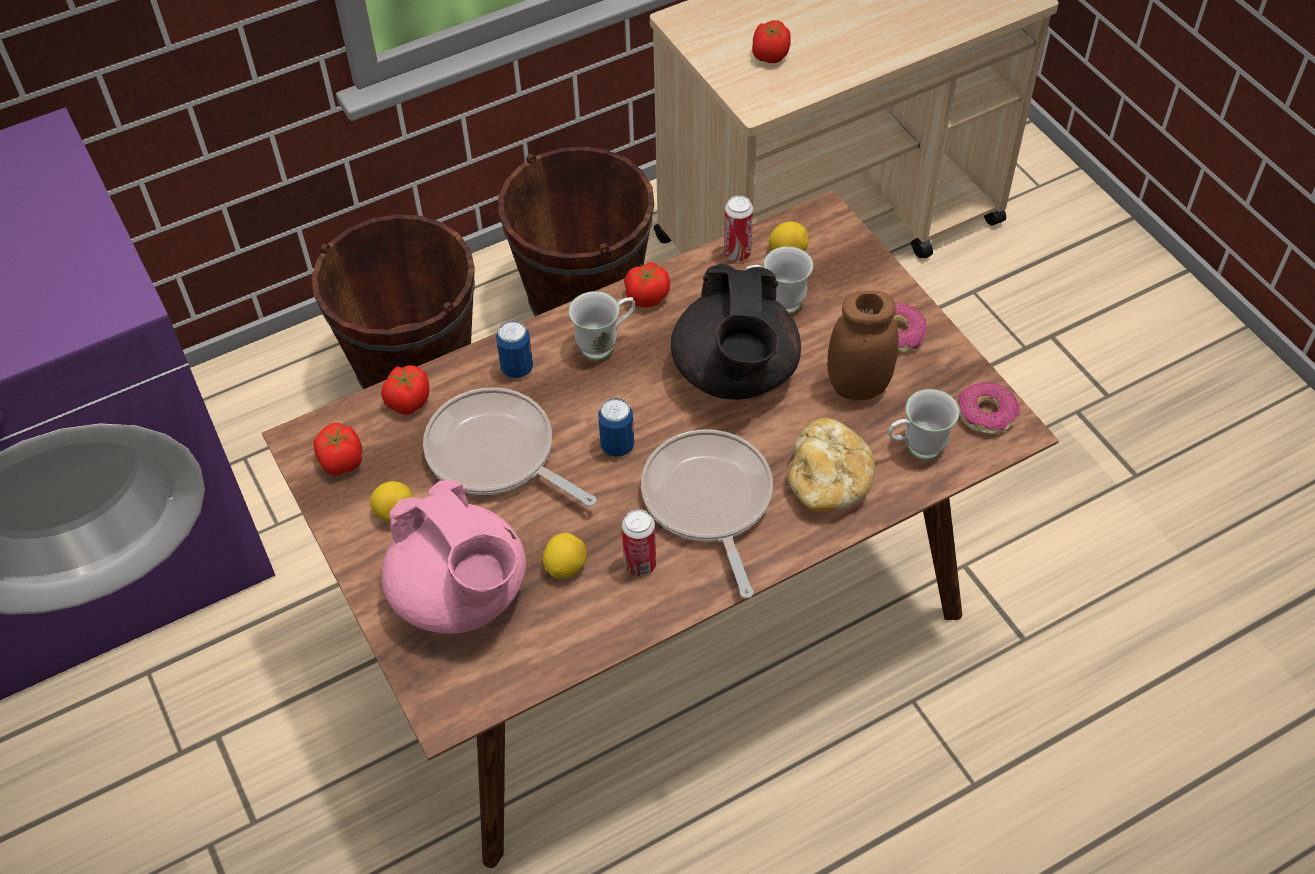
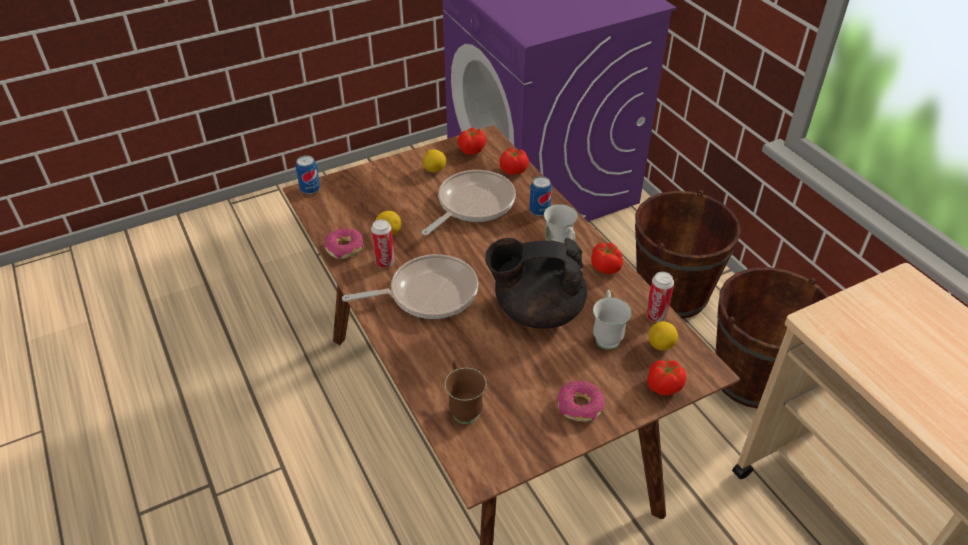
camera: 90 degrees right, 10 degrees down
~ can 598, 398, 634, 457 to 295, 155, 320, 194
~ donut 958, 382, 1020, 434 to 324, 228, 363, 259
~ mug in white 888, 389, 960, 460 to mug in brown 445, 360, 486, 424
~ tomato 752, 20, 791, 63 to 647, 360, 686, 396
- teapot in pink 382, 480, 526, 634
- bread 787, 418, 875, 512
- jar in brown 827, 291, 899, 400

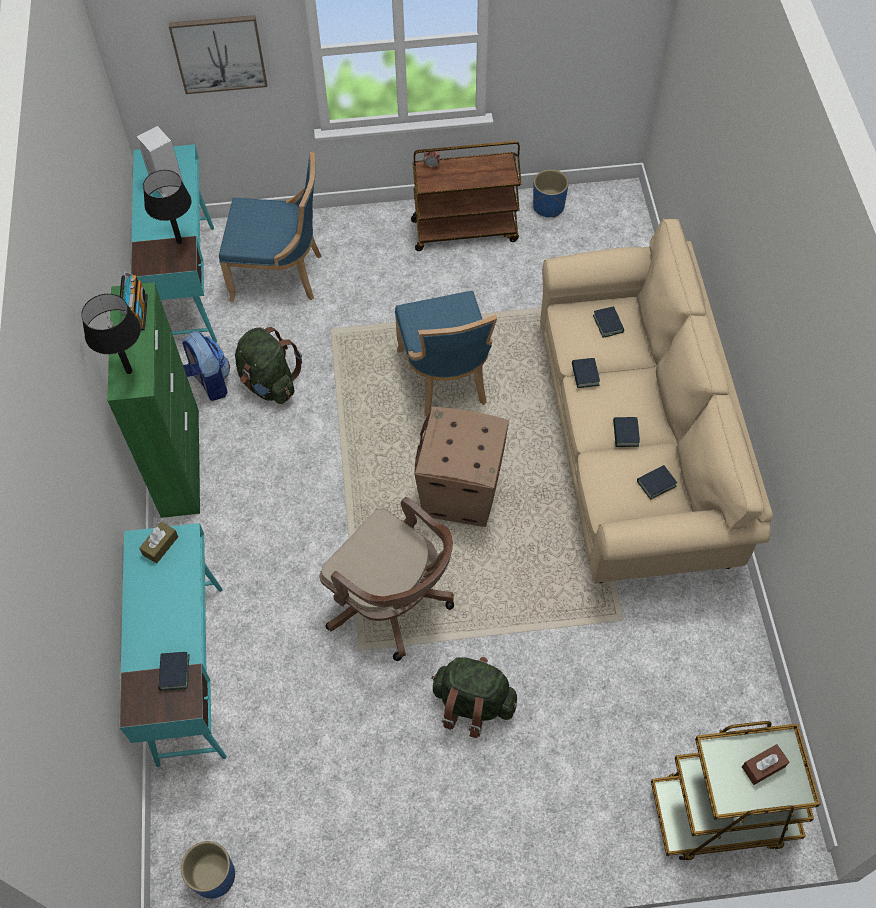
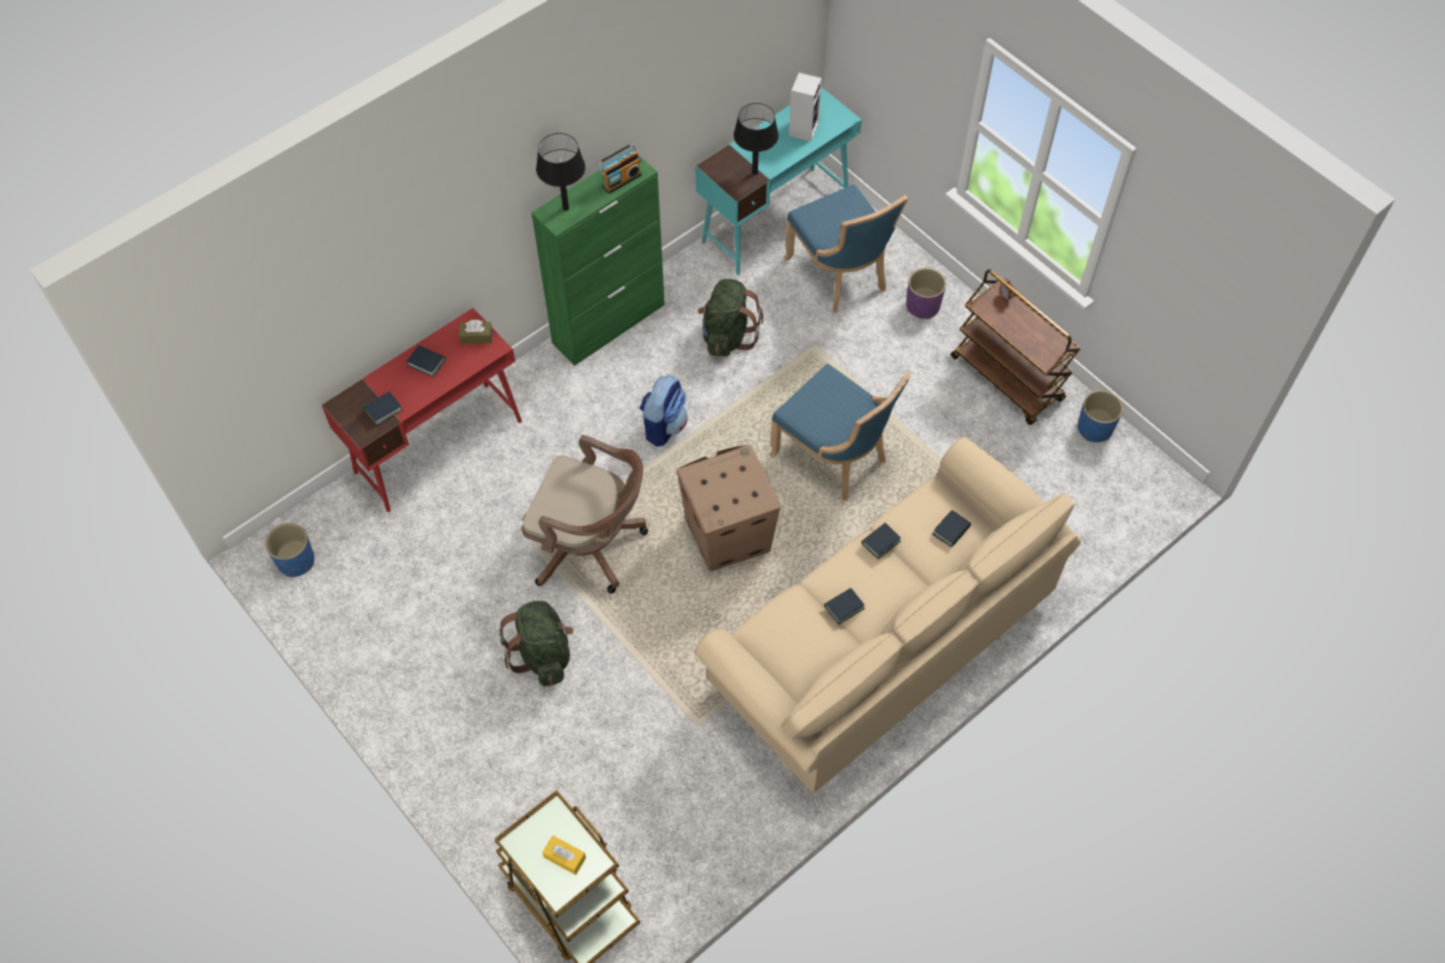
camera: 55 degrees right, 0 degrees up
~ desk in turquoise 119, 523, 227, 767 to desk in red 322, 308, 522, 512
~ book 637, 465, 677, 500 to 407, 345, 445, 377
~ office chair in brown 320, 497, 454, 661 = 522, 435, 648, 593 75 degrees counterclockwise
~ tissue box in brown 742, 744, 789, 785 to tissue box in yellow 542, 835, 586, 875
~ backpack 182, 331, 230, 401 to 639, 375, 688, 447
~ chair in blue 395, 291, 497, 416 = 769, 364, 911, 501 90 degrees counterclockwise
+ planter in purple 906, 268, 946, 319
- picture 169, 15, 267, 94

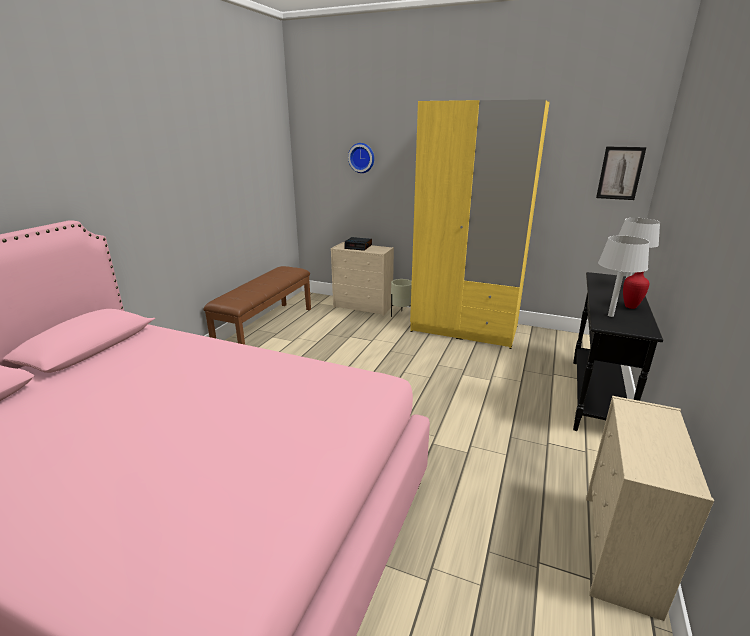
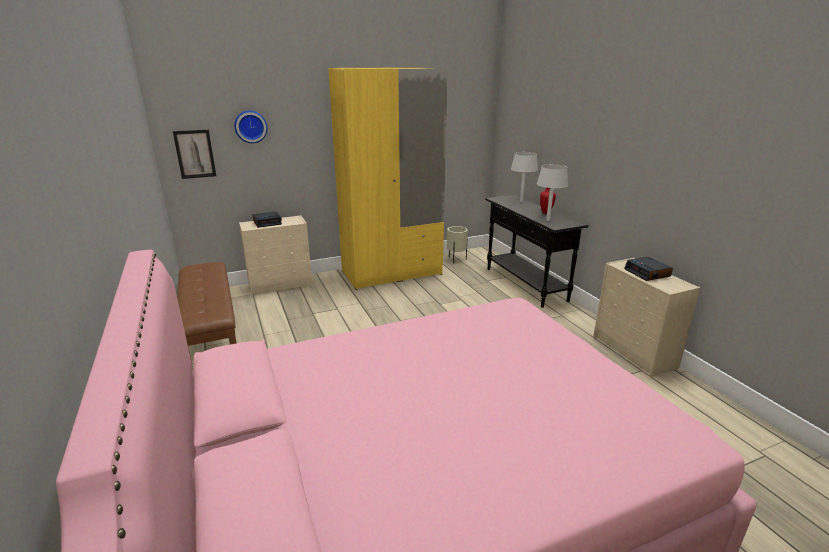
camera: 45 degrees left, 0 degrees up
~ picture 596, 146, 646, 200 to 173, 130, 216, 179
~ planter in beige 391, 279, 412, 317 to 447, 226, 467, 263
+ alarm clock 624, 257, 673, 281

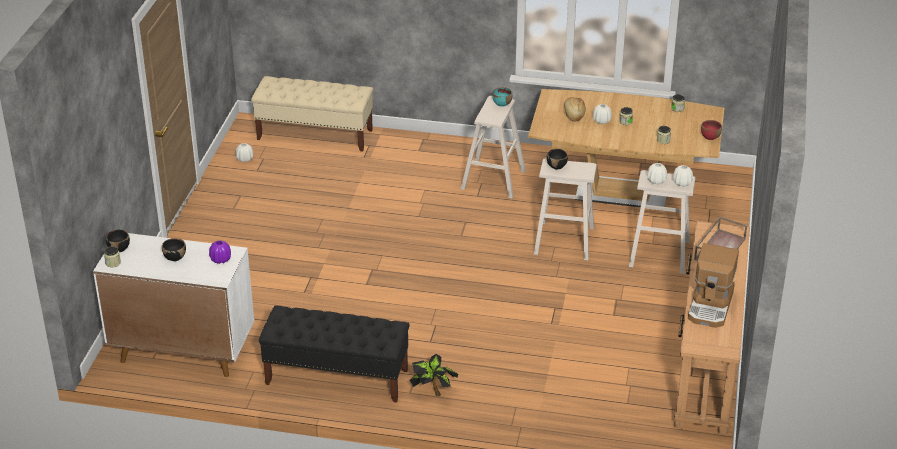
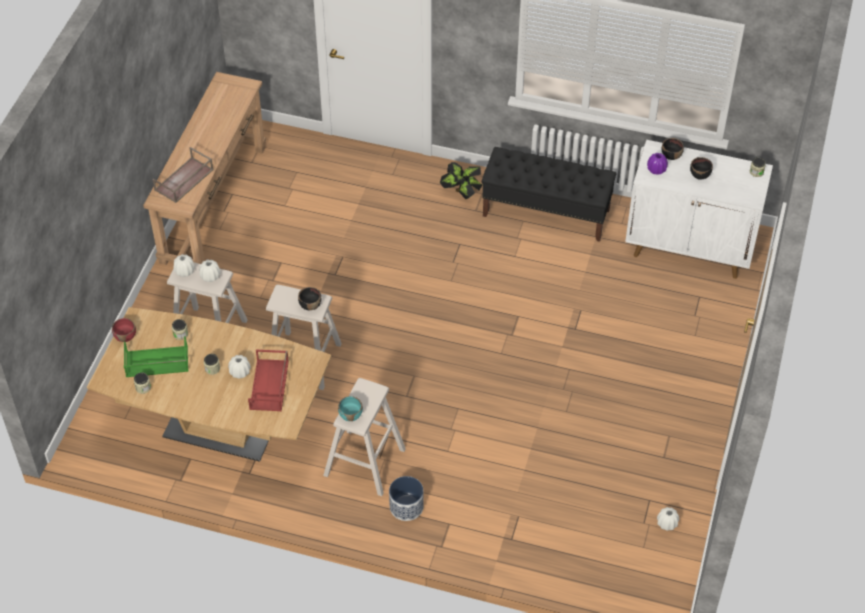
camera: 175 degrees left, 15 degrees up
+ tray in green 124, 336, 189, 377
~ bread 564, 97, 586, 121 to tray in red 248, 350, 289, 412
+ planter 389, 476, 424, 521
~ bowl in black 106, 229, 130, 252 to 662, 138, 684, 160
- bench in beige 251, 76, 373, 152
- coffee machine 688, 243, 739, 328

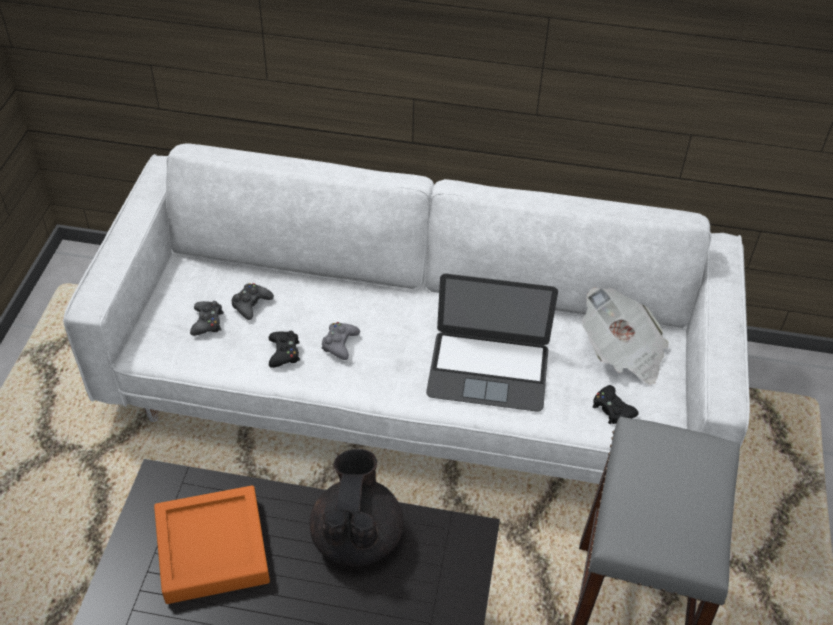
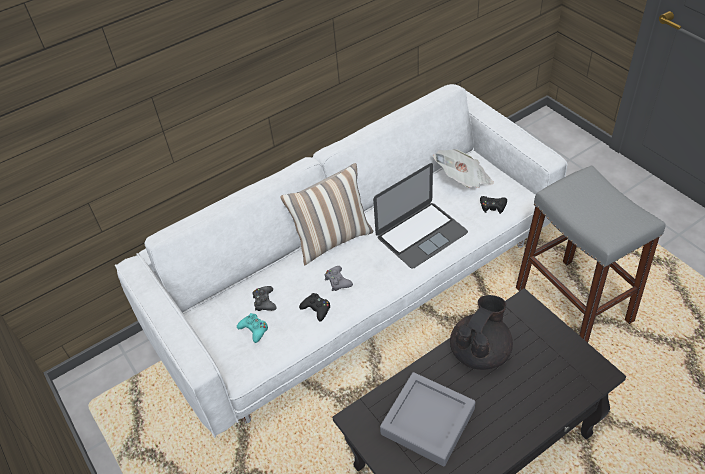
camera: 40 degrees left, 0 degrees up
~ game controller in black 190, 301, 224, 336 to game controller in turquoise 237, 313, 268, 343
+ pillow 280, 163, 373, 265
~ tray in orange 154, 486, 270, 604 to tray in grey 380, 372, 476, 466
~ teapot in black 310, 449, 404, 567 = 450, 295, 513, 370 75 degrees clockwise

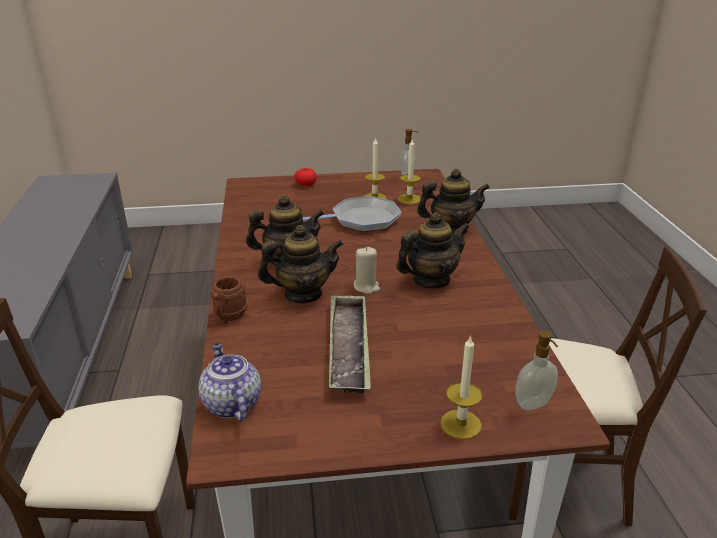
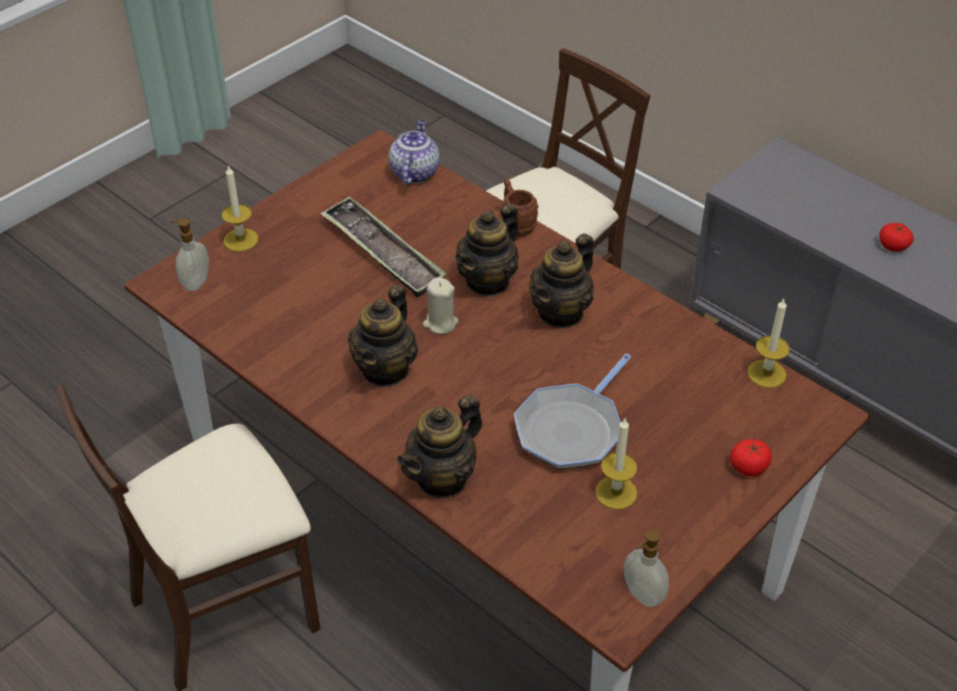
camera: 140 degrees right, 15 degrees up
~ teapot 198, 343, 261, 421 = 389, 120, 440, 185 105 degrees counterclockwise
~ candle 398, 139, 421, 204 to 747, 299, 790, 388
+ tomato 879, 223, 914, 252

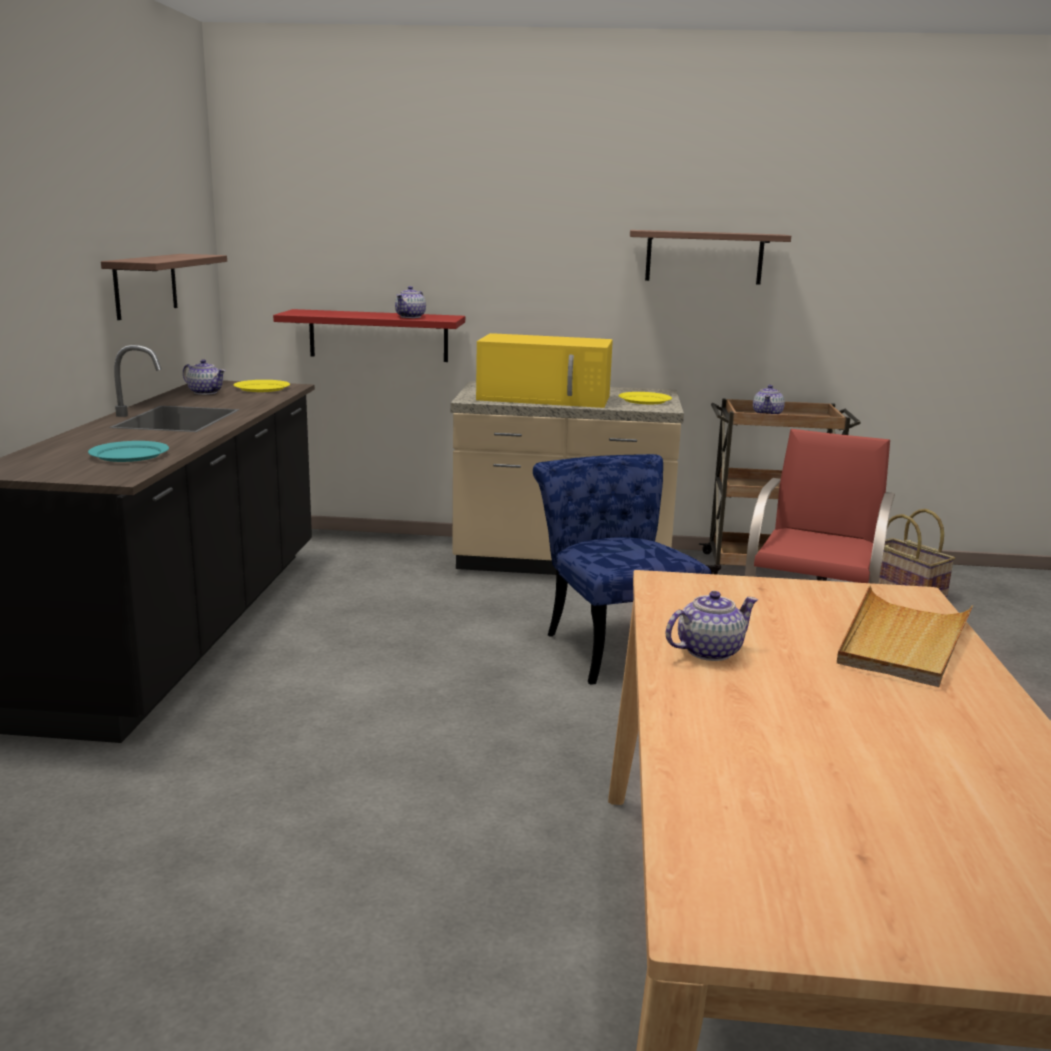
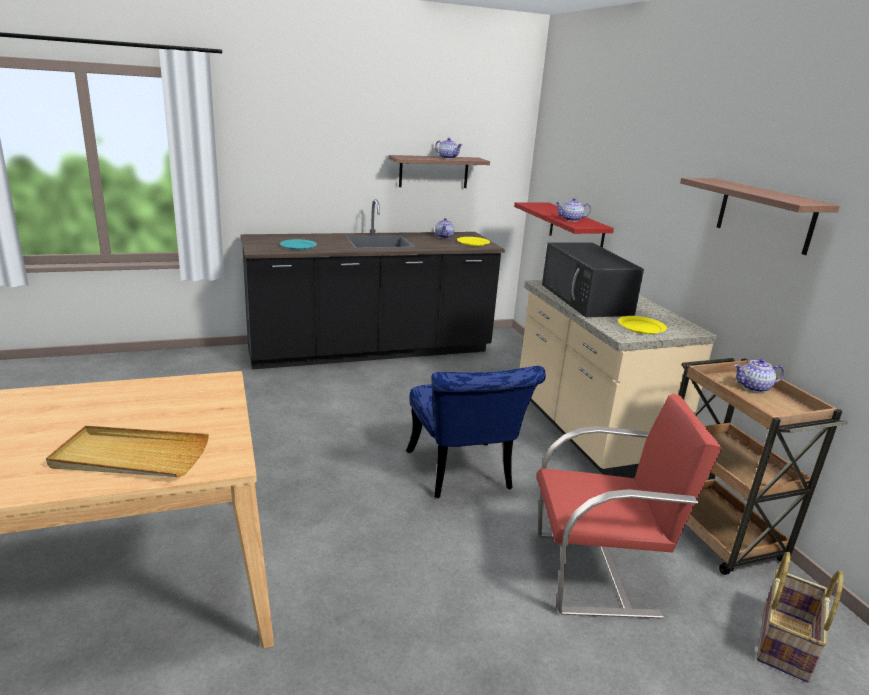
camera: 65 degrees right, 5 degrees up
~ chair in blue 533, 454, 711, 685 = 406, 366, 546, 498 120 degrees clockwise
~ teapot 665, 591, 758, 661 to 435, 138, 462, 159
~ microwave in yellow 476, 333, 613, 408 to microwave in black 542, 242, 644, 317

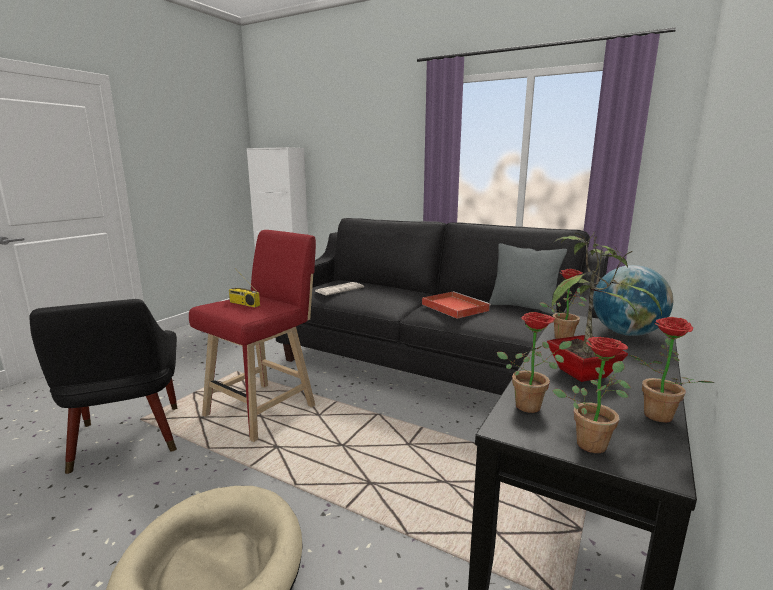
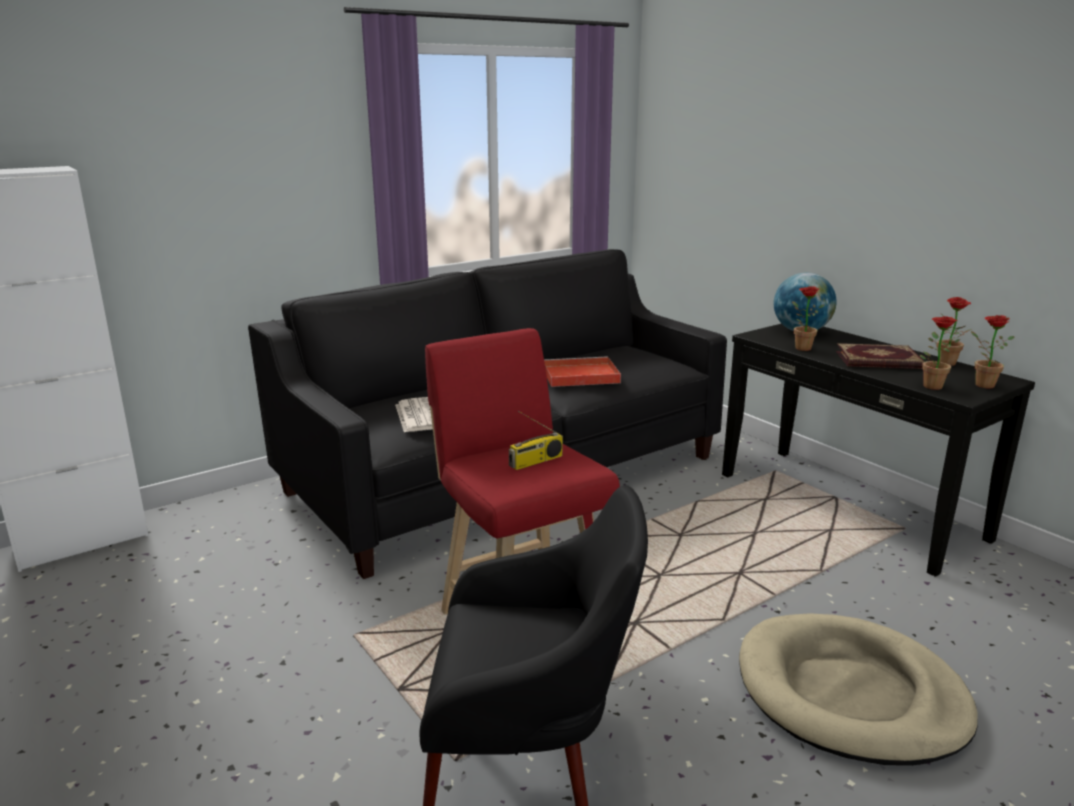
camera: 65 degrees left, 5 degrees up
~ potted plant 547, 231, 662, 382 to book 836, 343, 924, 369
- pillow in grey 489, 243, 567, 314

